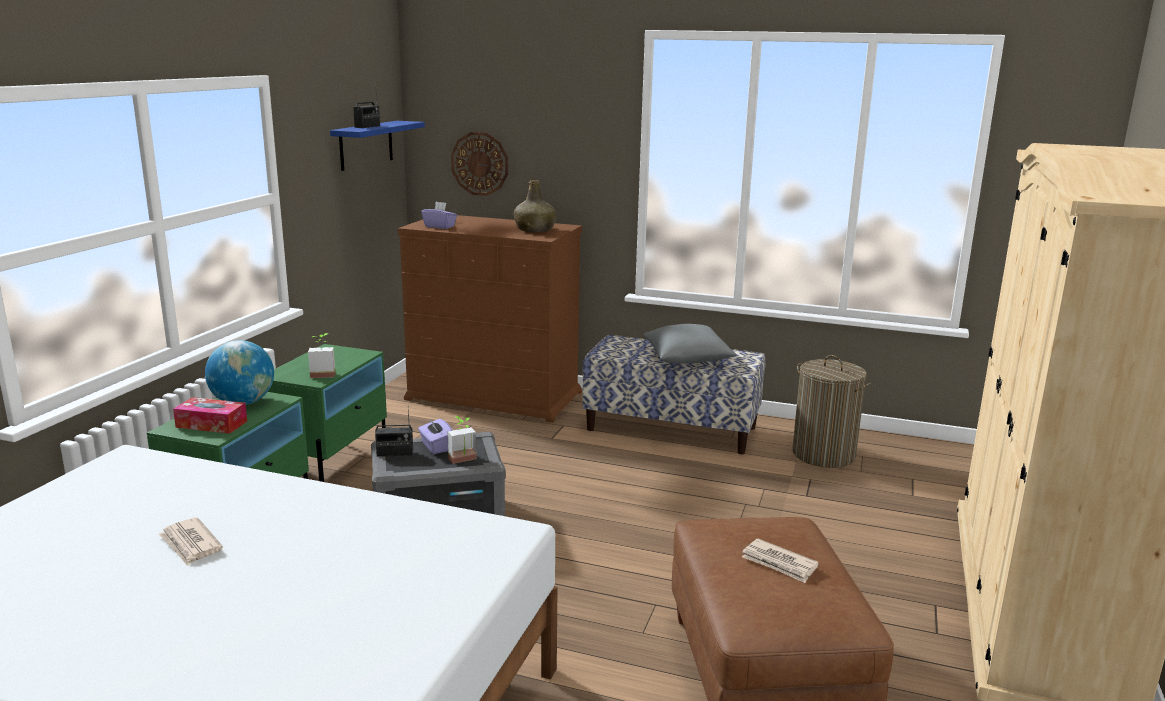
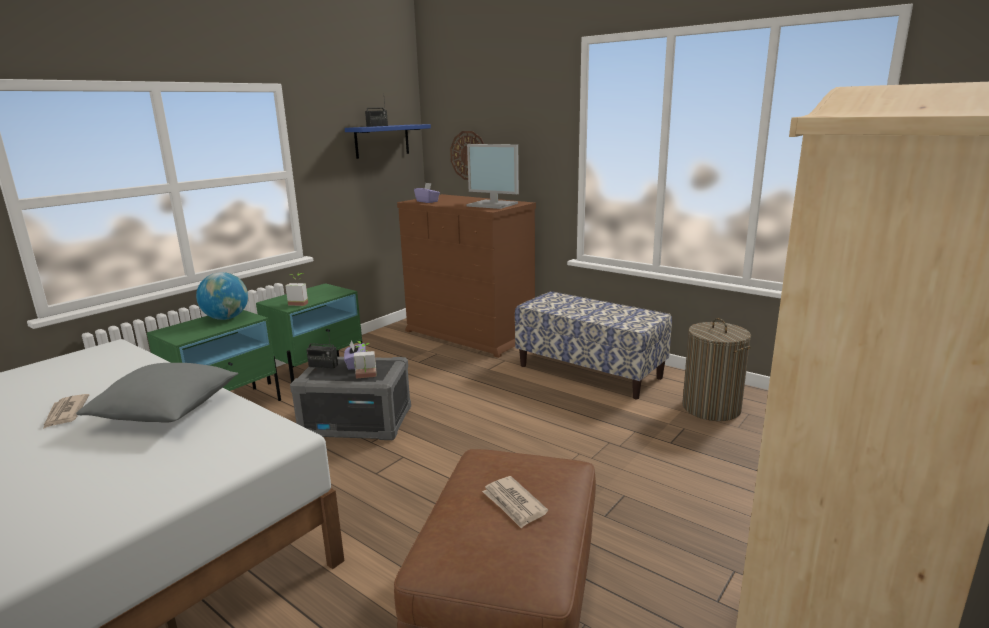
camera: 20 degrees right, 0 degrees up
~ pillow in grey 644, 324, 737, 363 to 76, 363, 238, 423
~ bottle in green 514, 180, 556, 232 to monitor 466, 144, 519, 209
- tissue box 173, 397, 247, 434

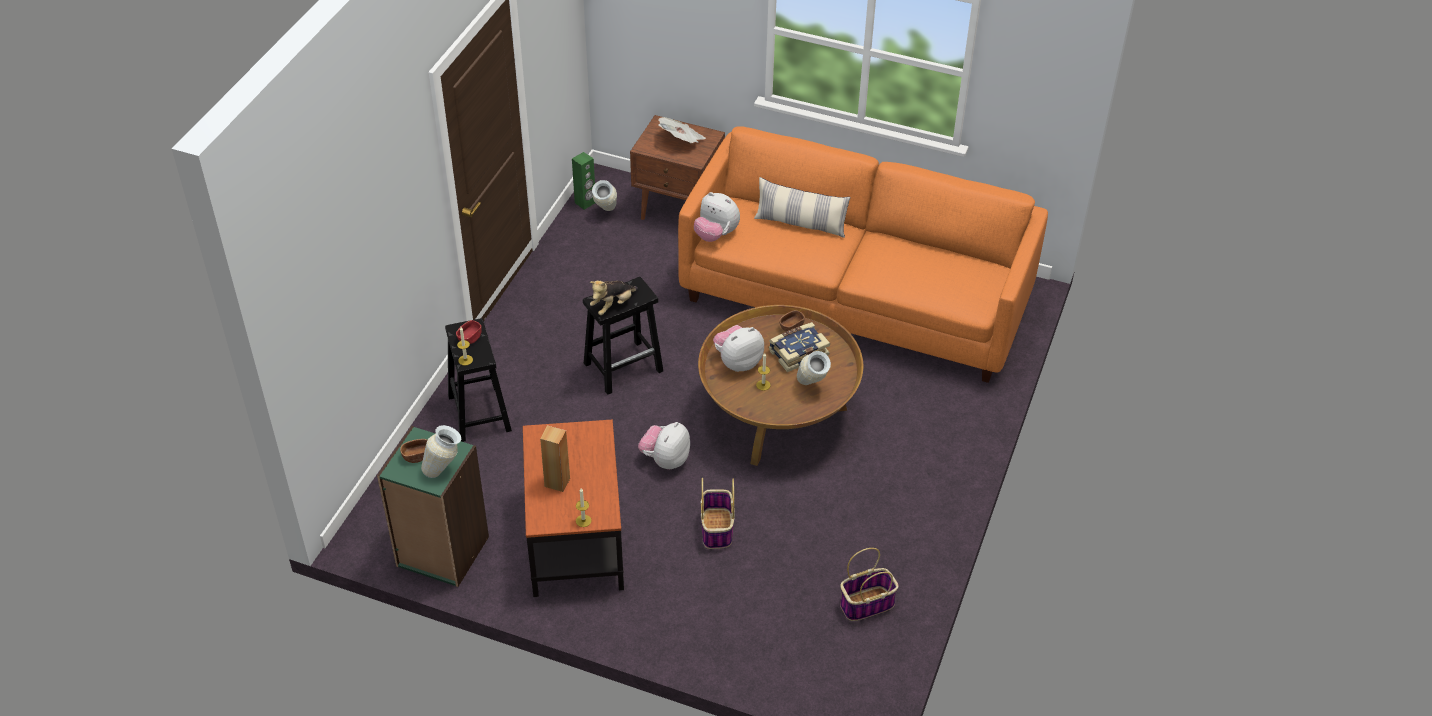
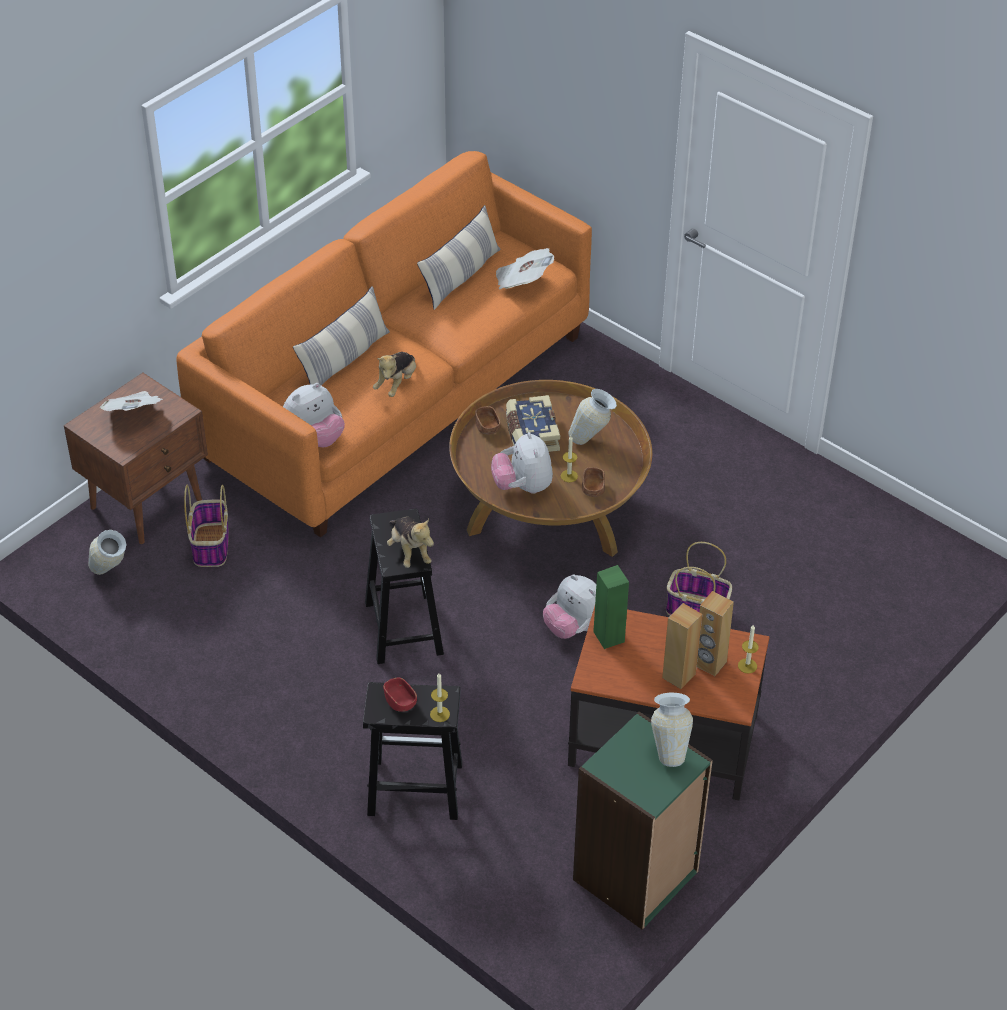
camera: 70 degrees left, 0 degrees up
~ basket 840, 548, 899, 621 to 184, 485, 229, 567
+ plush toy 373, 352, 416, 397
+ pillow 417, 205, 500, 310
+ newspaper 496, 248, 554, 290
~ bowl in brown 400, 439, 428, 463 to 582, 467, 605, 497
~ speaker in green 572, 152, 595, 210 to 593, 565, 629, 649
+ speaker in brown 697, 591, 734, 676

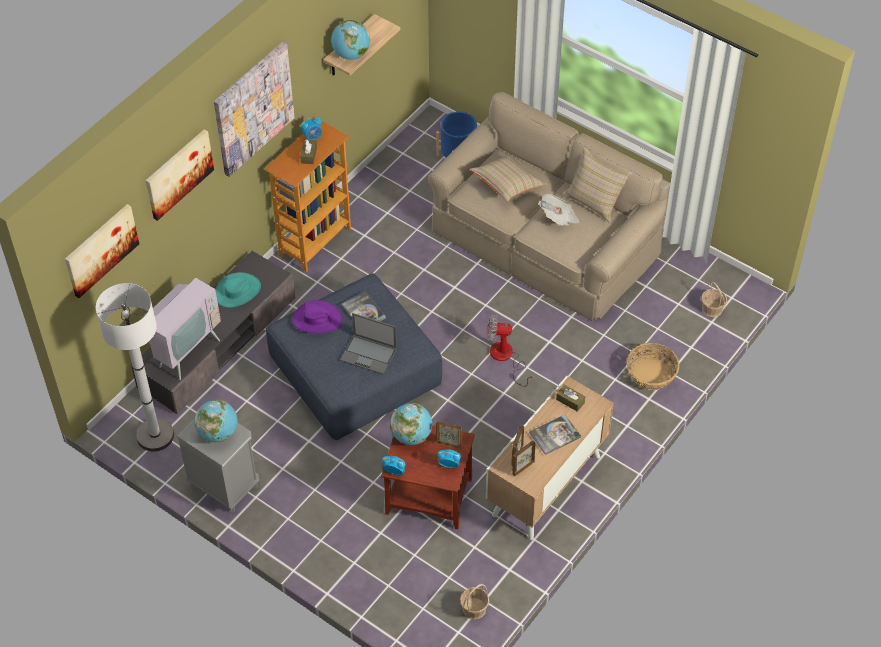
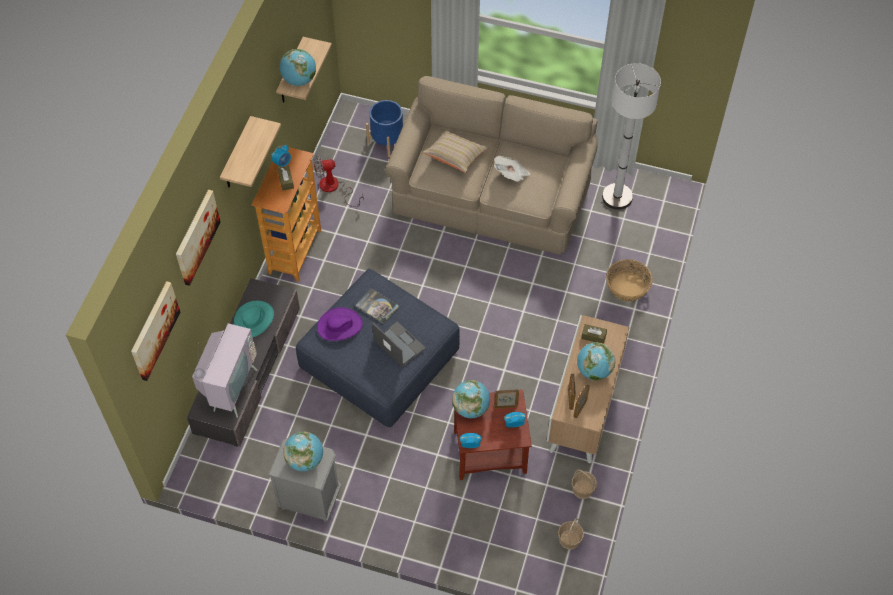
camera: 20 degrees left, 5 degrees up
~ picture 214, 42, 295, 177 to shelf 220, 116, 281, 187
~ fan 487, 314, 533, 387 to 314, 155, 364, 207
~ laptop 340, 313, 397, 374 = 372, 321, 426, 367 135 degrees counterclockwise
~ basket 701, 282, 727, 317 to 571, 469, 597, 499
~ book 529, 414, 581, 455 to globe 577, 342, 615, 381
~ floor lamp in white 96, 283, 174, 451 to 602, 63, 661, 210
- pillow in beige 564, 147, 632, 223

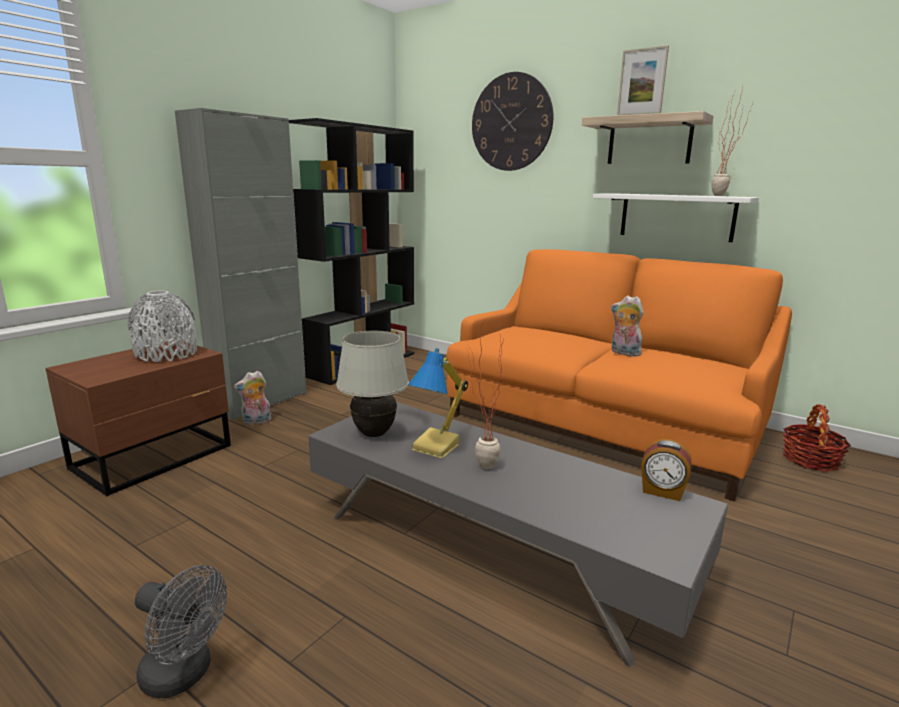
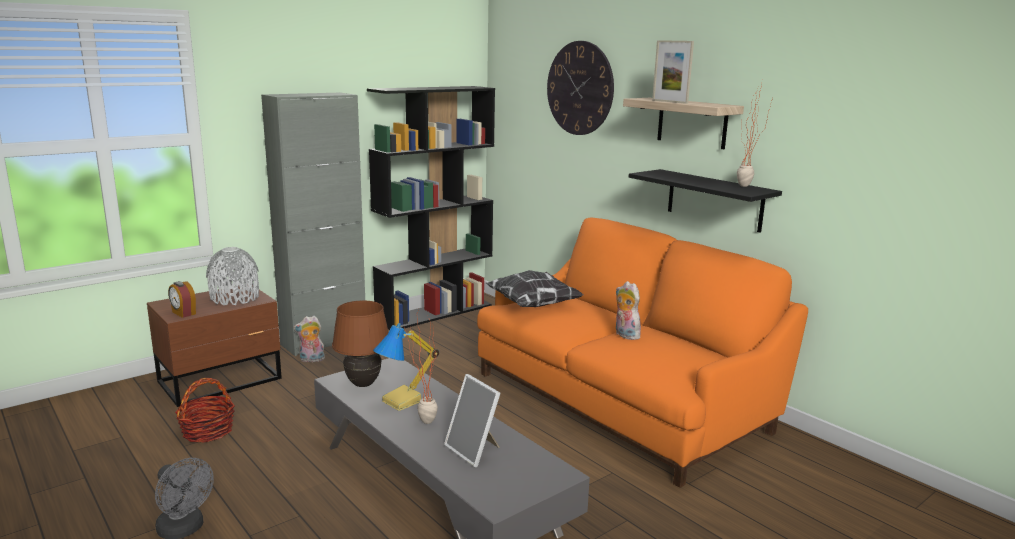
camera: 15 degrees right, 0 degrees up
~ alarm clock 641, 439, 692, 501 to 168, 281, 196, 318
~ basket 783, 404, 851, 472 to 175, 378, 235, 443
~ table lamp in white 336, 331, 409, 437 to table lamp in brown 332, 301, 389, 387
+ picture frame 444, 374, 500, 467
+ pillow 485, 270, 583, 307
~ shelf in white 593, 193, 759, 242 to shelf in black 629, 169, 782, 233

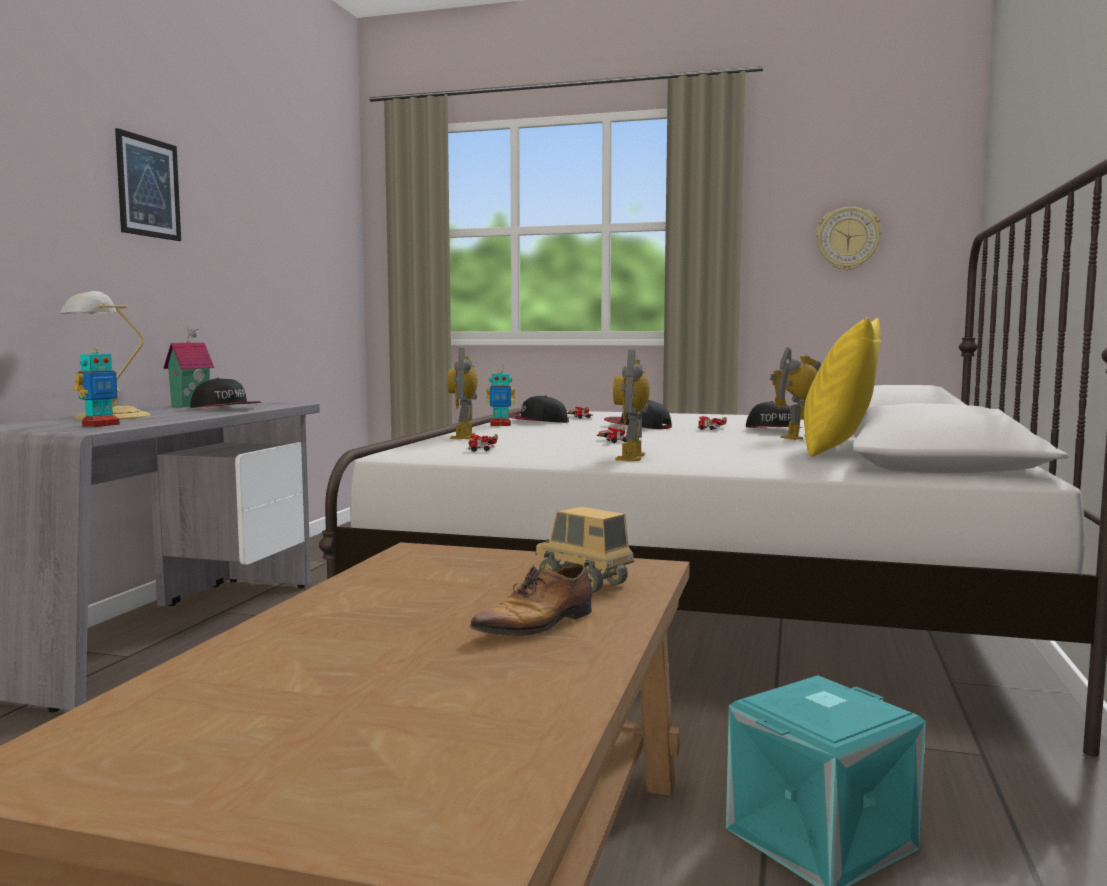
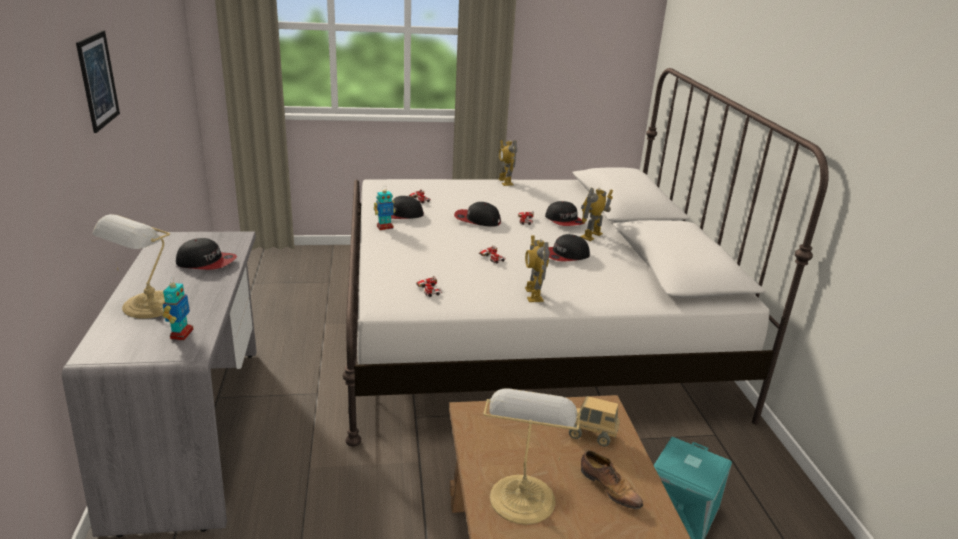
camera: 25 degrees left, 20 degrees up
+ table lamp 483, 388, 581, 525
~ toy robot 447, 348, 478, 439 to 498, 140, 517, 186
+ cap 549, 234, 590, 261
~ shoe 469, 563, 592, 645 = 581, 450, 643, 509 60 degrees counterclockwise
- toy house 163, 326, 214, 407
- pillow in yellow 804, 317, 881, 457
- wall clock 816, 207, 882, 271

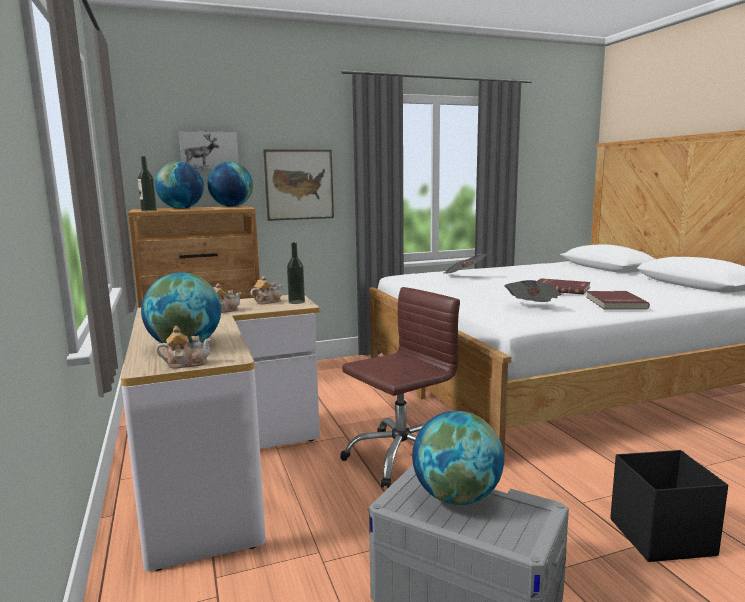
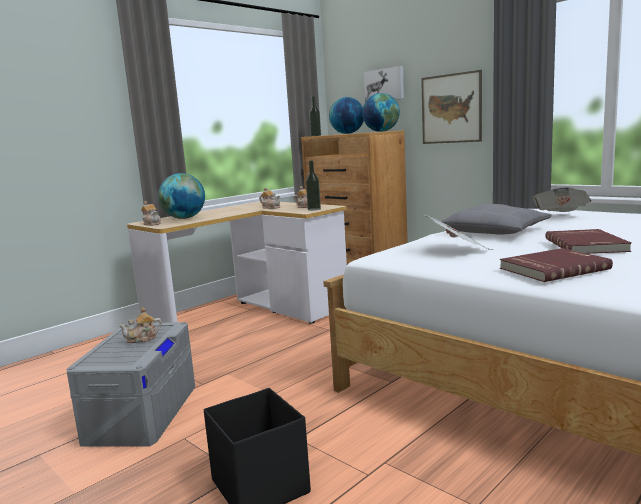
camera: 65 degrees right, 0 degrees up
~ globe 412, 411, 504, 505 to teapot 119, 307, 162, 343
+ pillow in grey 441, 204, 551, 235
- office chair in brown 340, 287, 460, 488

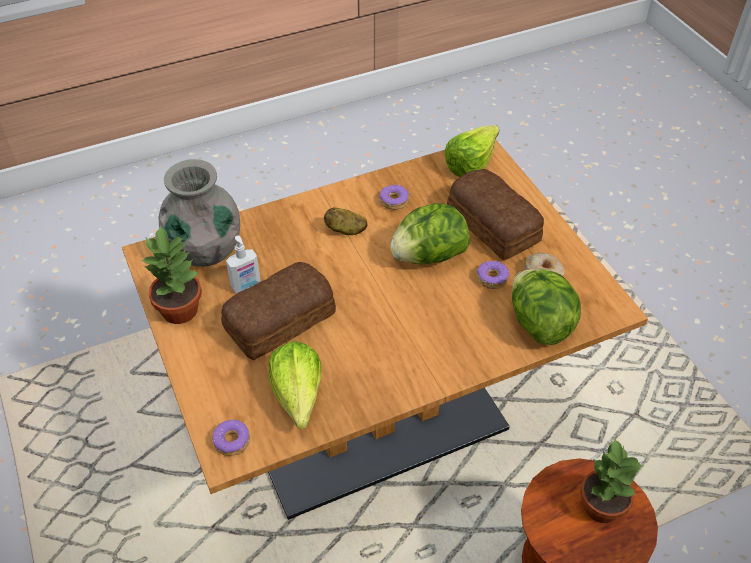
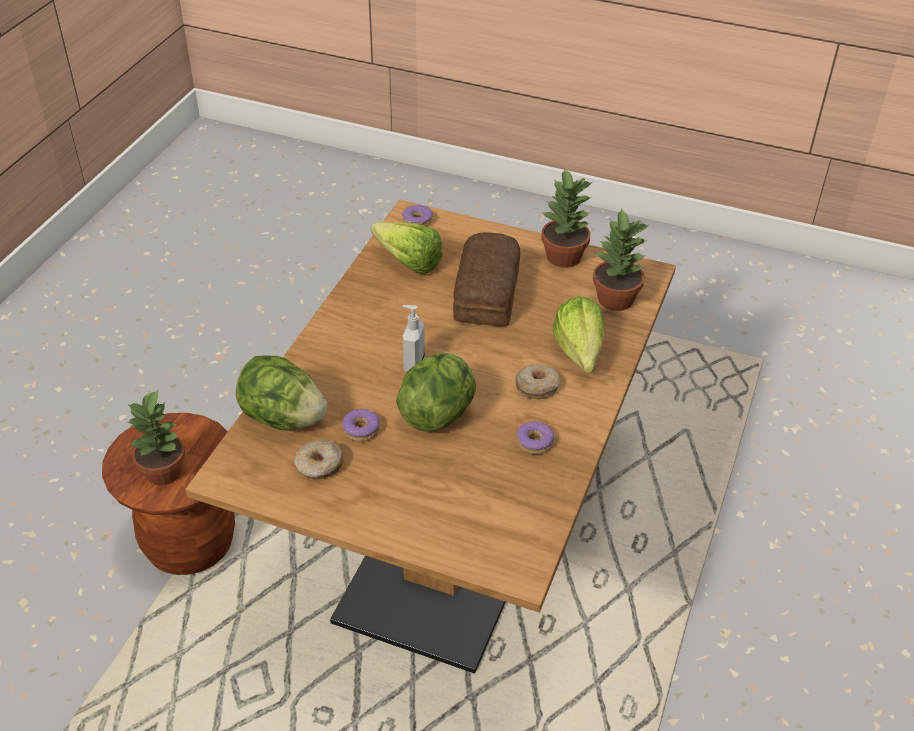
camera: 135 degrees right, 5 degrees down
~ soap dispenser 226, 235, 261, 293 to 403, 305, 425, 371
~ potato 324, 207, 367, 235 to donut 515, 365, 560, 399
~ lettuce 445, 125, 499, 177 to 553, 296, 605, 373
~ vase in grey 159, 159, 240, 267 to potted plant 593, 207, 649, 311
- bread 447, 169, 544, 260

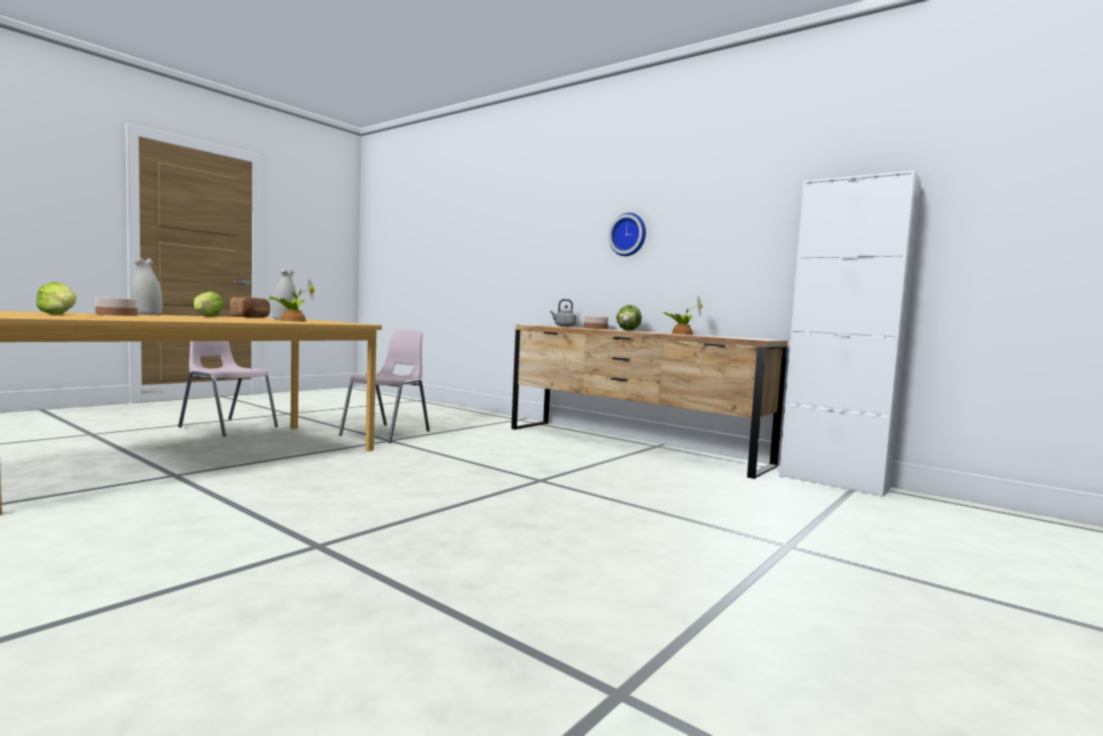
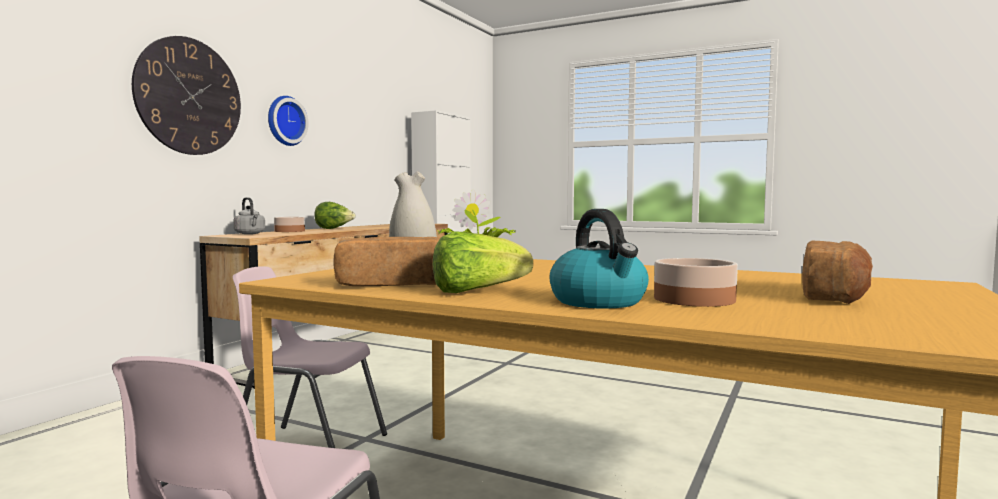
camera: 100 degrees left, 0 degrees up
+ wall clock 132, 36, 241, 155
~ vase in white 131, 258, 162, 315 to kettle 549, 209, 649, 308
~ lettuce 36, 282, 77, 314 to bread 802, 241, 873, 304
- potted plant 662, 295, 702, 335

